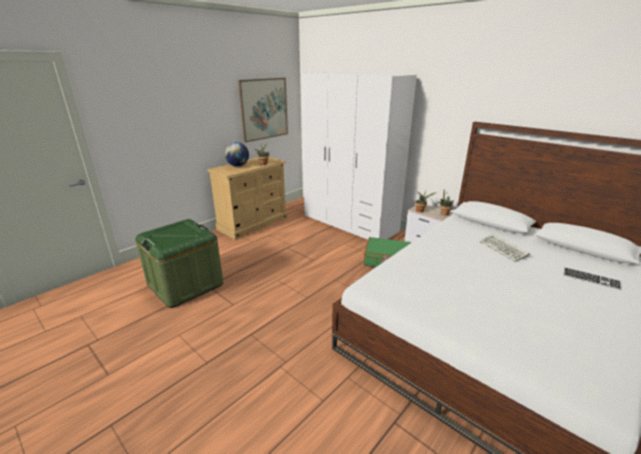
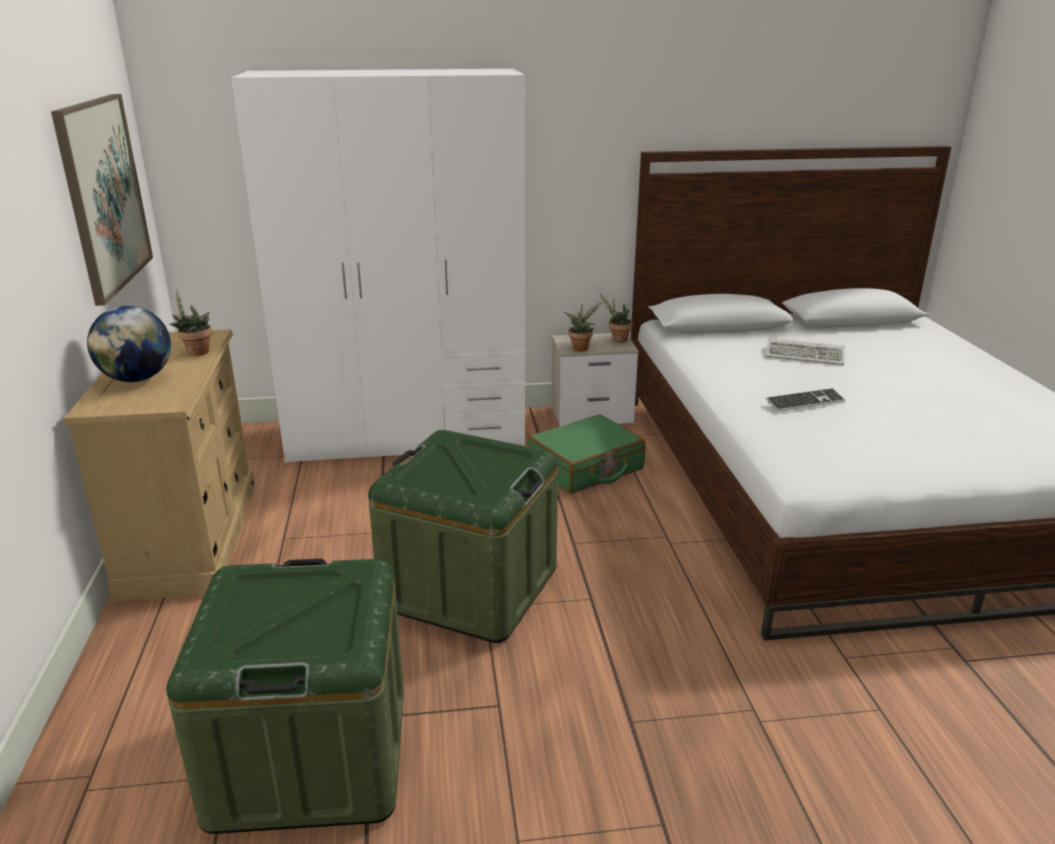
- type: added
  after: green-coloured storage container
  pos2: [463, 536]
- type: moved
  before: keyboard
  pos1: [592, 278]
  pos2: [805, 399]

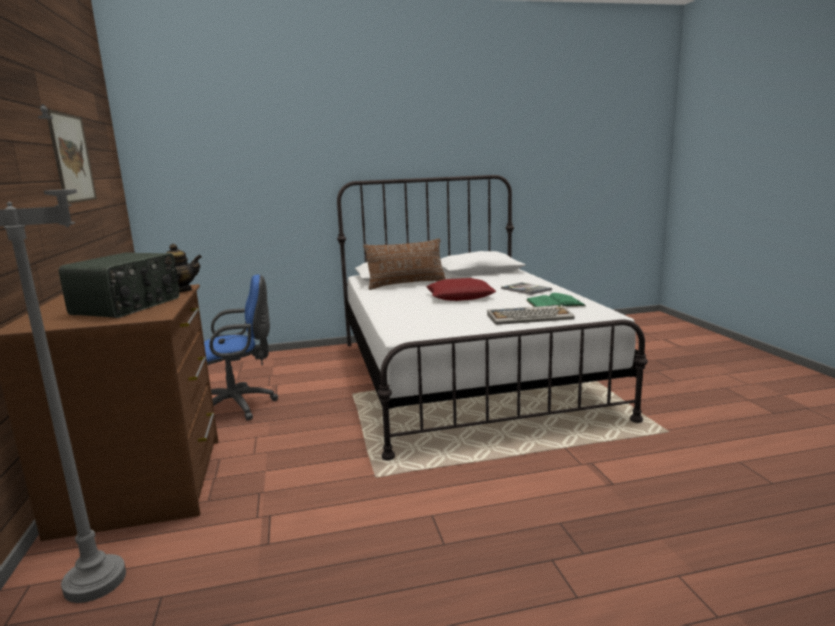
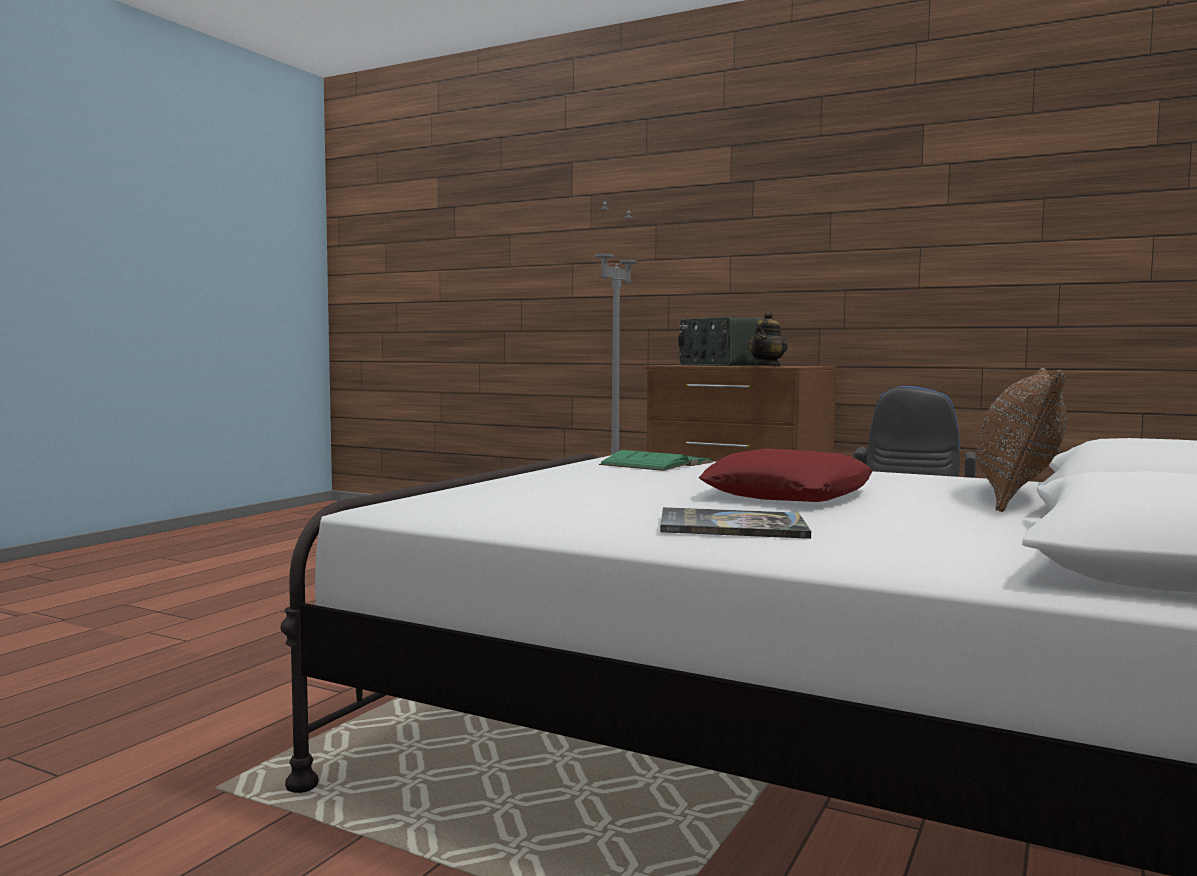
- type: removed
  before: wall art
  pos1: [72, 156]
- type: removed
  before: keyboard
  pos1: [531, 315]
- type: moved
  before: green-coloured book
  pos1: [556, 300]
  pos2: [656, 460]

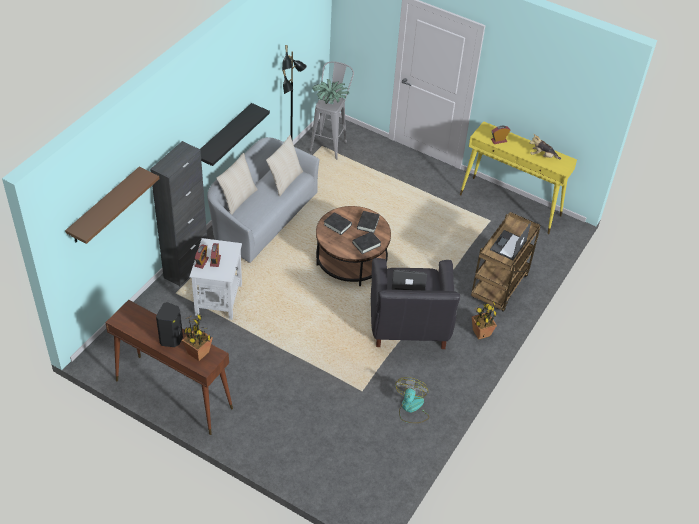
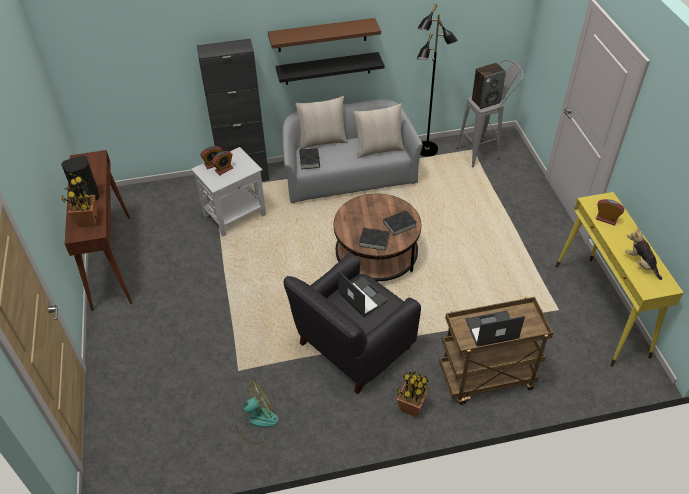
- type: moved
  before: brownish shelf
  pos1: [112, 205]
  pos2: [324, 35]
- type: moved
  before: black-coloured book
  pos1: [338, 223]
  pos2: [309, 158]
- type: replaced
  before: plant in a pot
  after: audio speaker
  pos1: [330, 91]
  pos2: [489, 86]

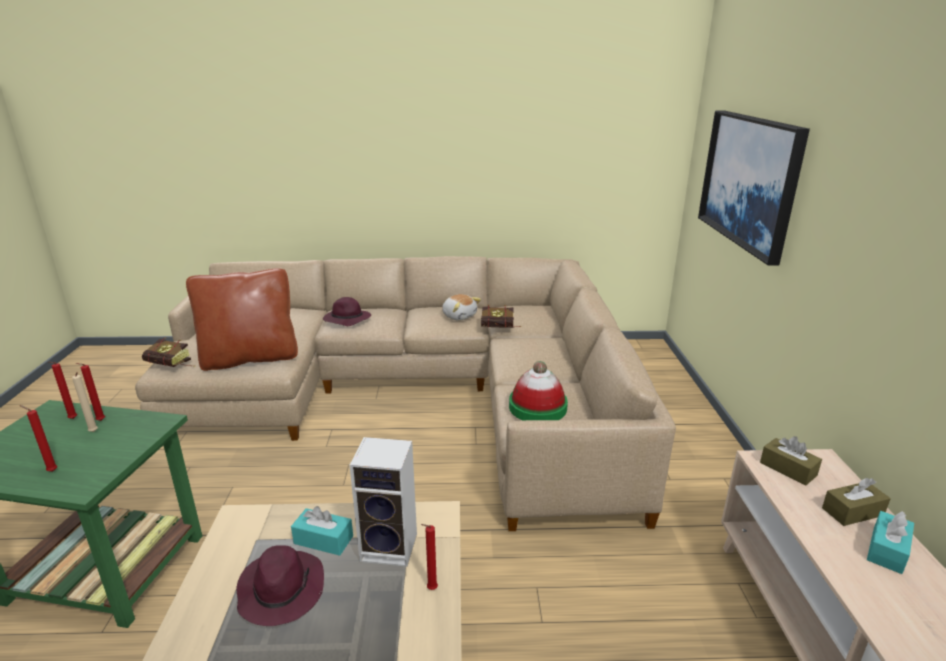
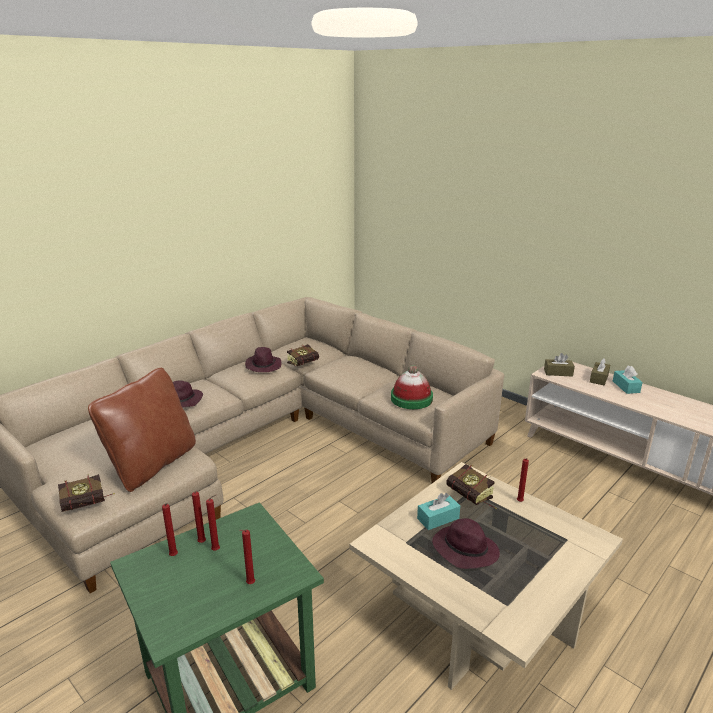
- type: removed
  before: wall art
  pos1: [754, 188]
- type: replaced
  before: audio speaker
  after: book
  pos1: [383, 502]
  pos2: [471, 486]
- type: replaced
  before: cuddly toy
  after: purplish clothing hat
  pos1: [461, 307]
  pos2: [263, 359]
- type: recoloured
  before: beige-coloured wax candle
  after: reddish wax candle
  pos1: [85, 402]
  pos2: [213, 523]

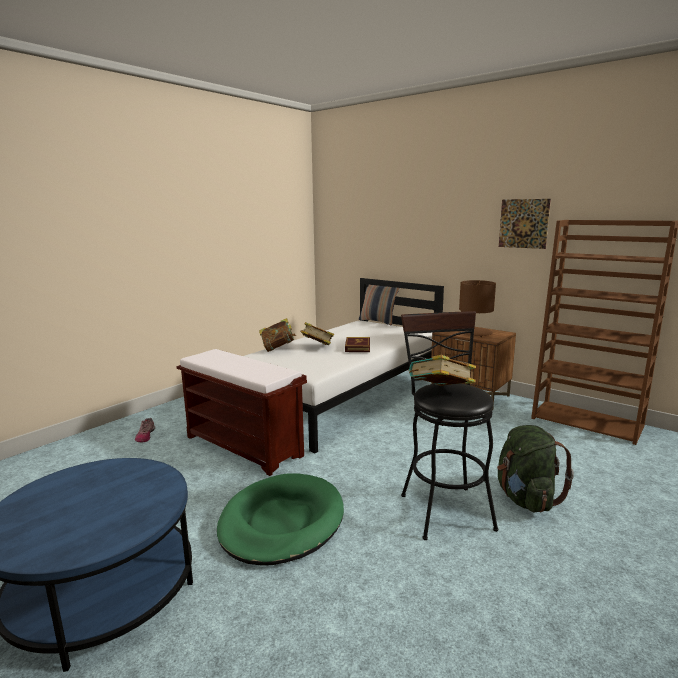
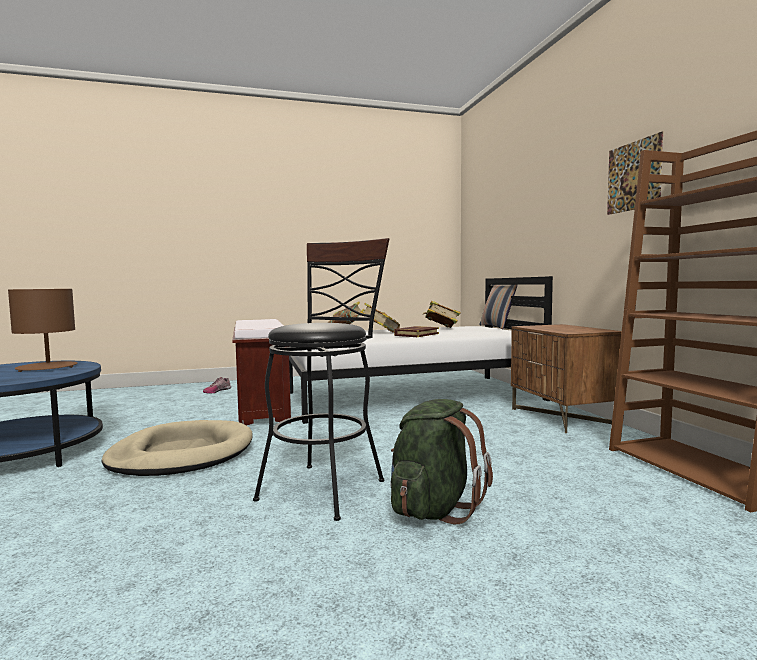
- type: moved
  before: book
  pos1: [442, 370]
  pos2: [442, 314]
- type: moved
  before: brownish lamp for a table
  pos1: [477, 308]
  pos2: [42, 330]
- type: recoloured
  before: green-coloured dog bed
  after: beige-coloured dog bed
  pos1: [280, 519]
  pos2: [177, 448]

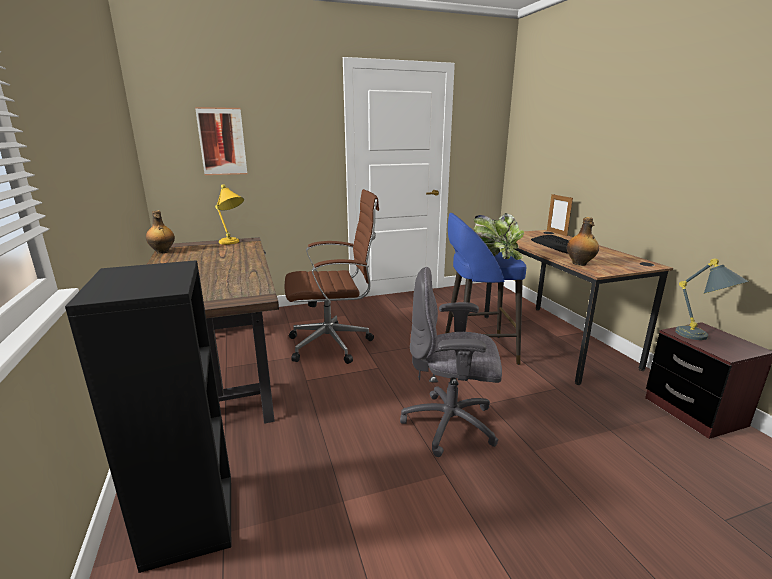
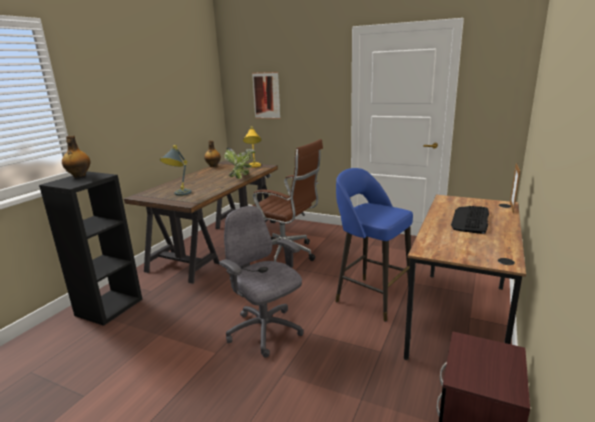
- type: moved
  before: plant in a pot
  pos1: [499, 236]
  pos2: [239, 163]
- type: moved
  before: bottle
  pos1: [583, 241]
  pos2: [76, 157]
- type: moved
  before: grey lamp for a table
  pos1: [712, 299]
  pos2: [176, 170]

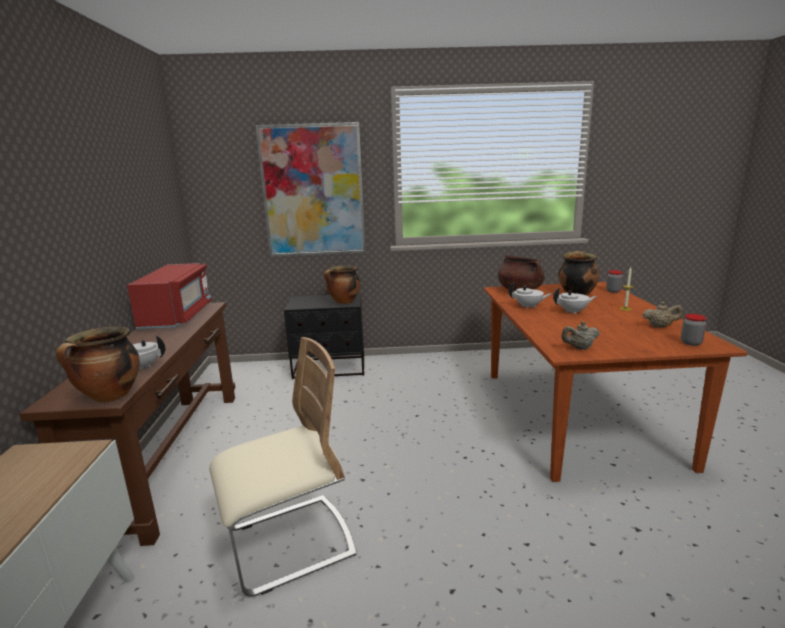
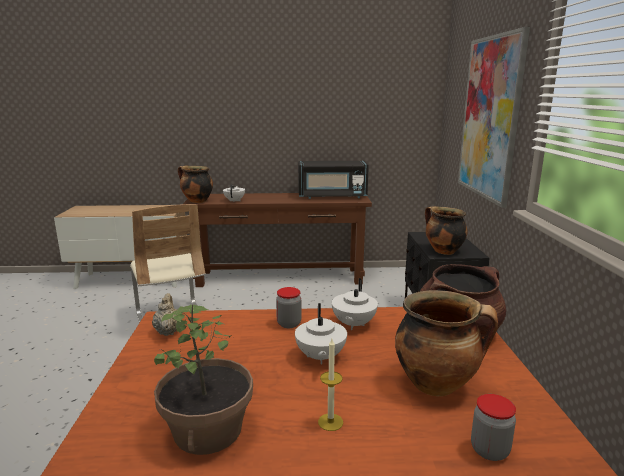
- type: moved
  before: jar
  pos1: [694, 330]
  pos2: [289, 307]
- type: replaced
  before: beige-coloured pot for tea
  after: plant in a pot
  pos1: [663, 315]
  pos2: [203, 379]
- type: recoloured
  before: reddish microwave
  after: black-coloured microwave
  pos1: [169, 296]
  pos2: [333, 180]

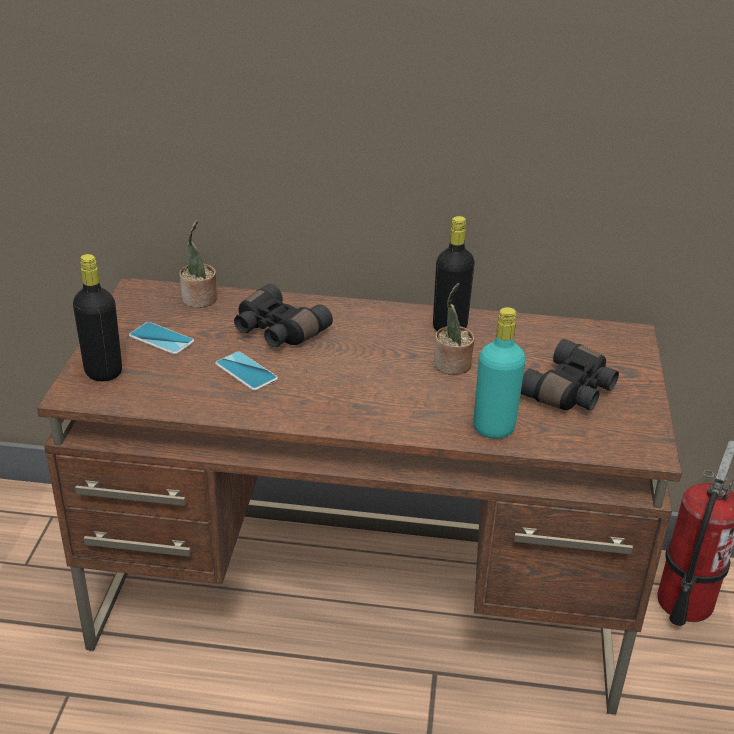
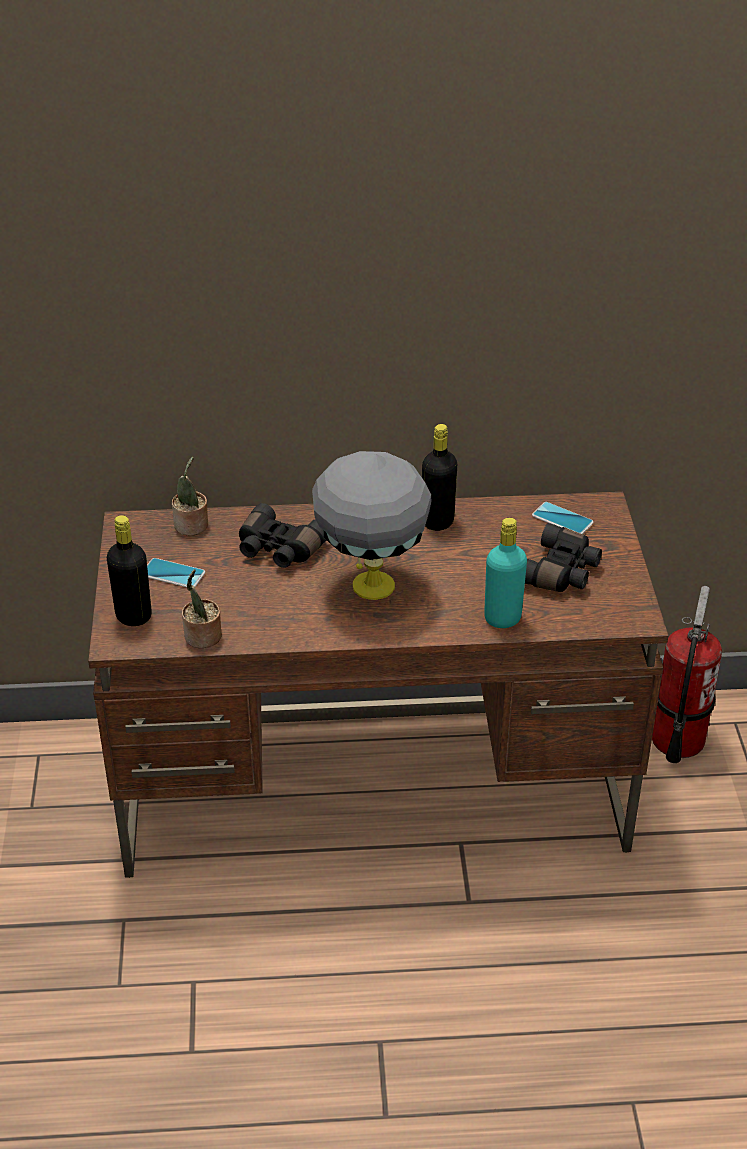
- type: added
  after: grey lamp for a table
  pos2: [371, 525]
- type: moved
  before: handset
  pos1: [246, 371]
  pos2: [562, 518]
- type: moved
  before: plant in a pot
  pos1: [454, 329]
  pos2: [202, 608]

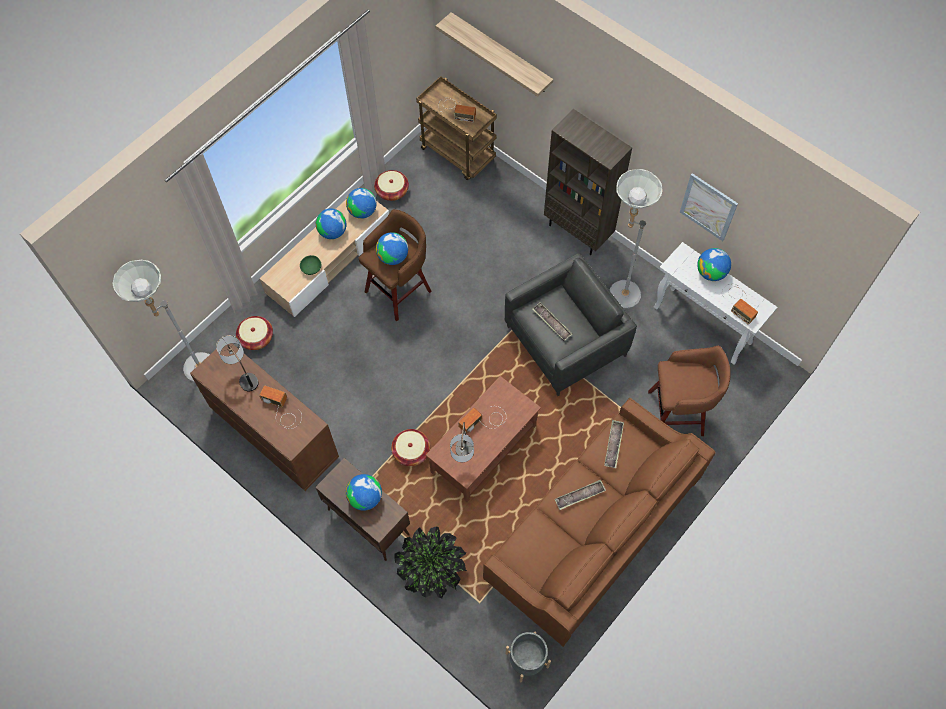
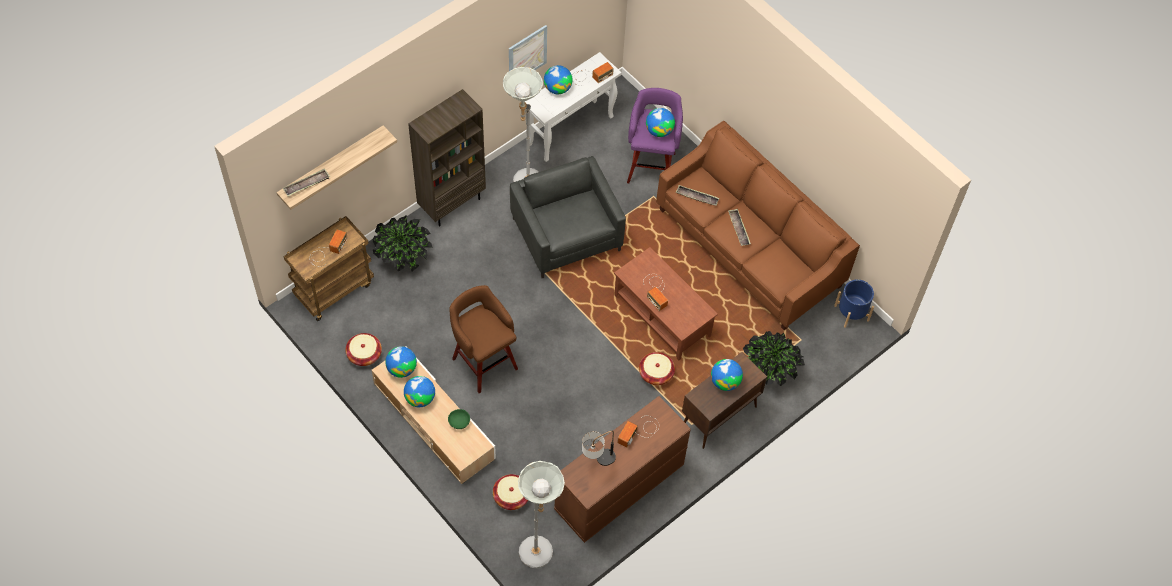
- type: removed
  before: lamp for a table
  pos1: [462, 442]
- type: added
  after: plant in a pot
  pos2: [402, 243]
- type: moved
  before: desk globe
  pos1: [392, 248]
  pos2: [660, 122]
- type: moved
  before: serving tray
  pos1: [552, 321]
  pos2: [306, 182]
- type: recoloured
  before: grey flower pot
  after: blue-coloured flower pot
  pos1: [528, 657]
  pos2: [854, 303]
- type: recoloured
  before: brownish stool seat
  after: purplish stool seat
  pos1: [689, 391]
  pos2: [655, 135]

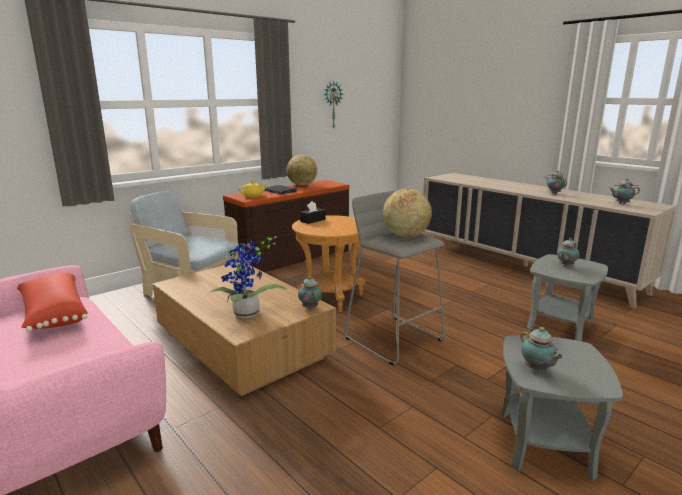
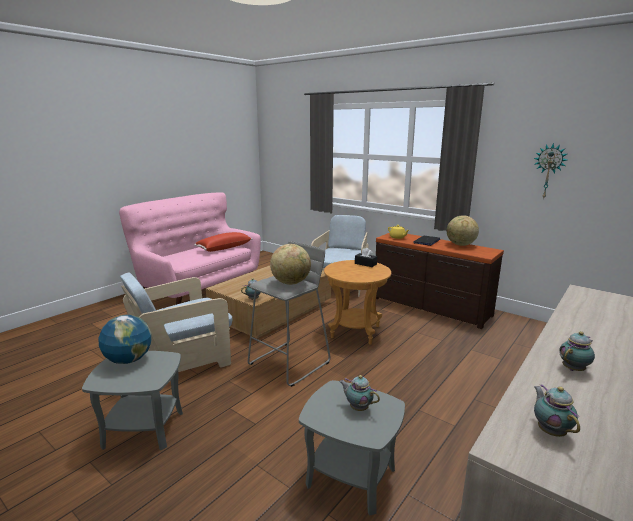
- type: removed
  before: plant in a pot
  pos1: [248, 277]
- type: added
  after: beige-coloured lounge chair
  pos2: [176, 322]
- type: replaced
  before: pot for tea
  after: desk globe
  pos1: [541, 349]
  pos2: [124, 339]

